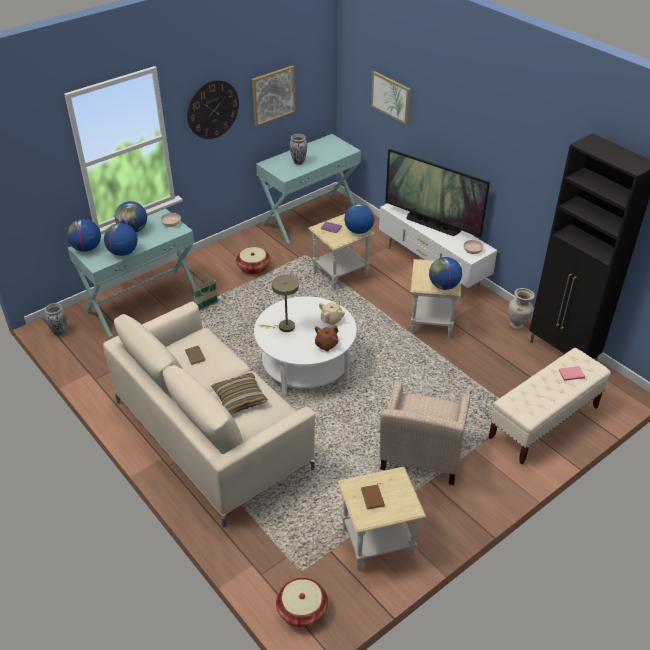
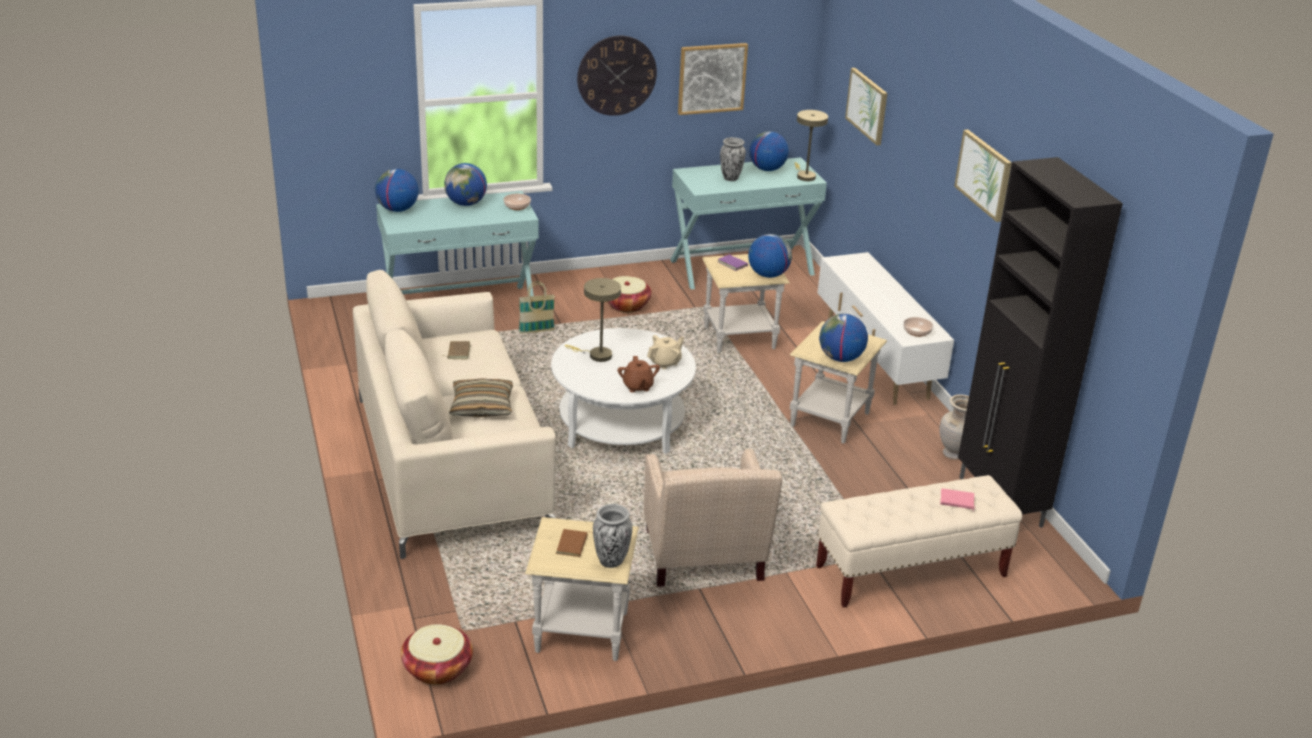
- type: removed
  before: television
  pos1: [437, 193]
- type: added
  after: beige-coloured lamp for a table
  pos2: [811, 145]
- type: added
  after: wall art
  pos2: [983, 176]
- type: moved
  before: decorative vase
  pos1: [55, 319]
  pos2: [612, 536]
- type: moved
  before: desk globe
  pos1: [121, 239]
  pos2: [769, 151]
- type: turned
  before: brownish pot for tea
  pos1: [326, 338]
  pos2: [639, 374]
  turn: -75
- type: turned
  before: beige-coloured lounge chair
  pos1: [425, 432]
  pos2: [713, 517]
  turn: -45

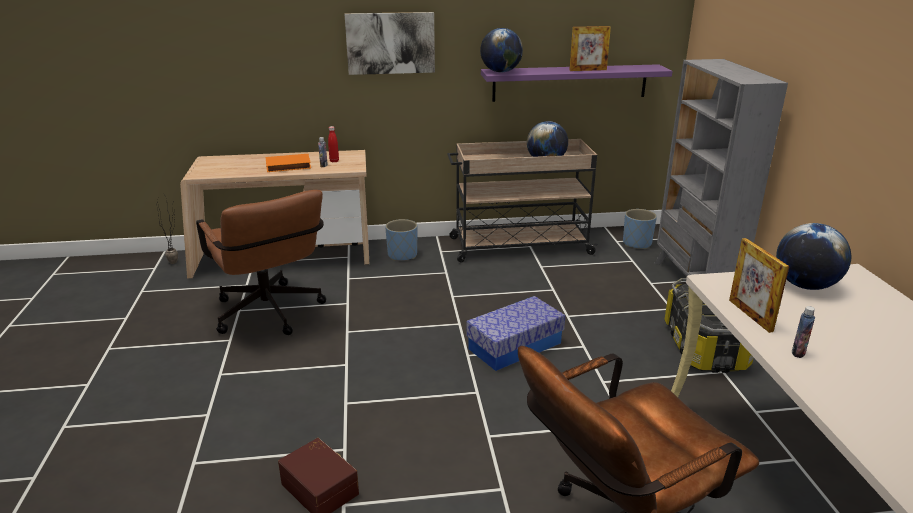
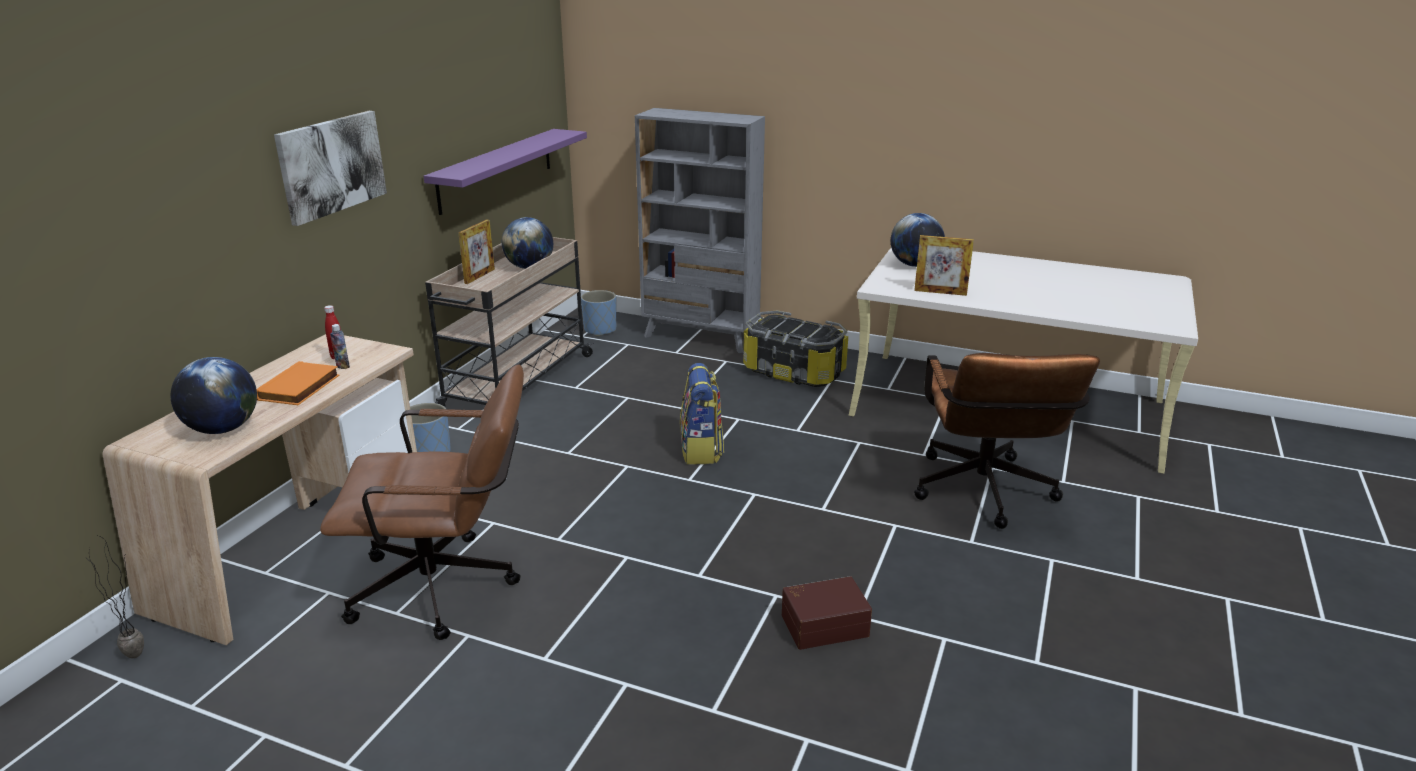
- type: removed
  before: bottle
  pos1: [803, 332]
- type: moved
  before: desk globe
  pos1: [501, 50]
  pos2: [213, 395]
- type: moved
  before: photo frame
  pos1: [590, 48]
  pos2: [476, 252]
- type: replaced
  before: storage container
  after: rucksack
  pos1: [515, 333]
  pos2: [702, 413]

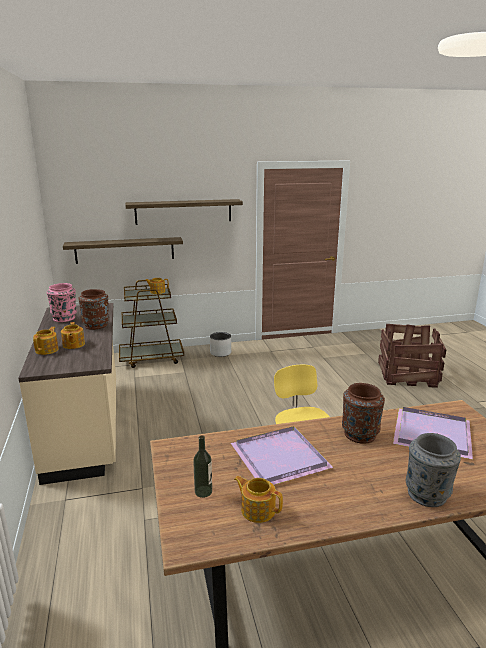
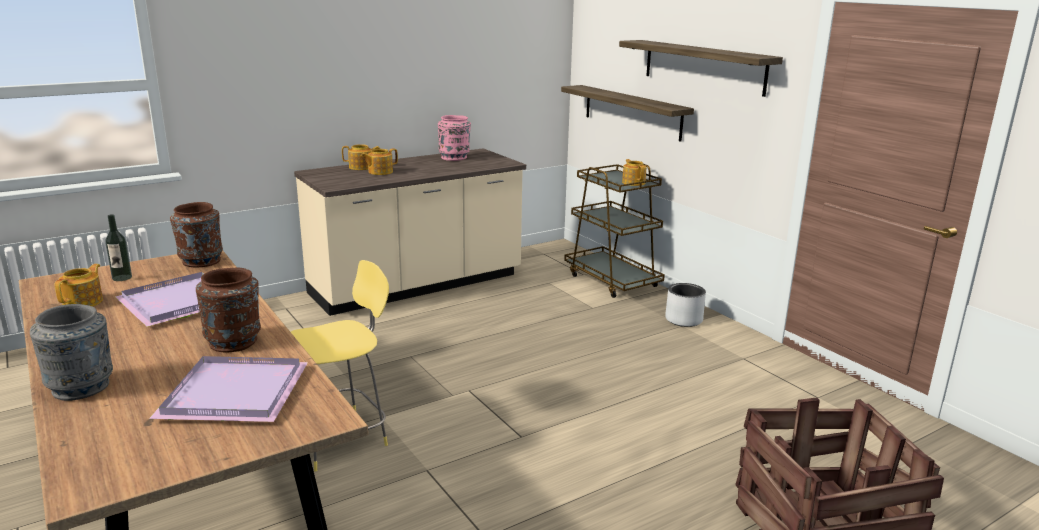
- type: moved
  before: brownish decorative vase
  pos1: [94, 309]
  pos2: [196, 234]

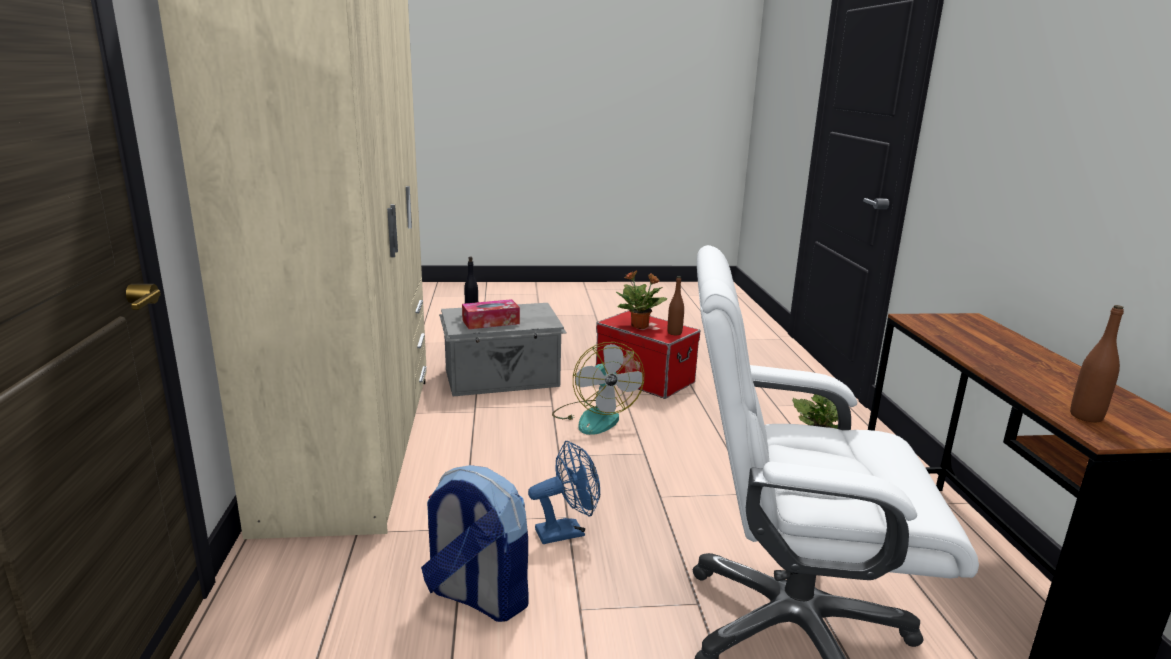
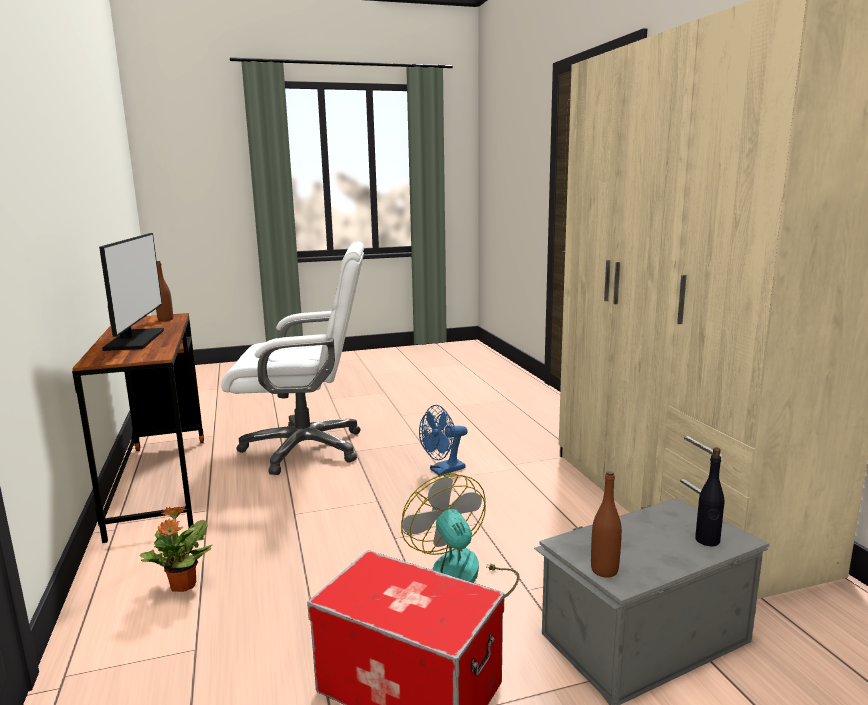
- type: removed
  before: rucksack
  pos1: [474, 543]
- type: removed
  before: tissue holder
  pos1: [491, 314]
- type: removed
  before: plant in a pot
  pos1: [641, 299]
- type: added
  after: computer display
  pos2: [131, 292]
- type: moved
  before: brownish bottle
  pos1: [676, 305]
  pos2: [606, 524]

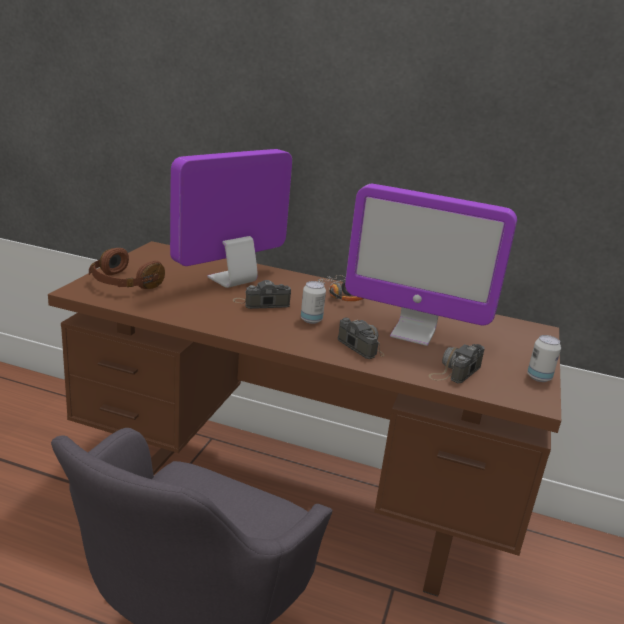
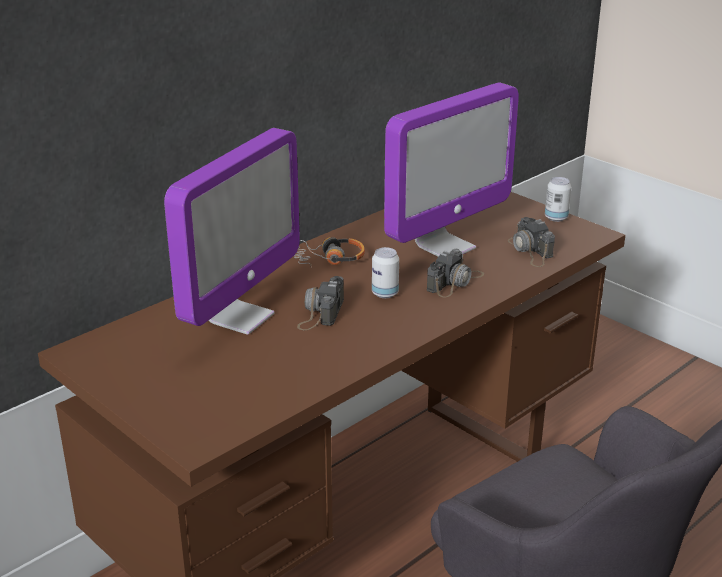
- type: removed
  before: brownish headphones
  pos1: [127, 268]
- type: turned
  before: computer display
  pos1: [231, 218]
  pos2: [232, 231]
  turn: -135
- type: turned
  before: photo camera
  pos1: [360, 338]
  pos2: [455, 273]
  turn: 135

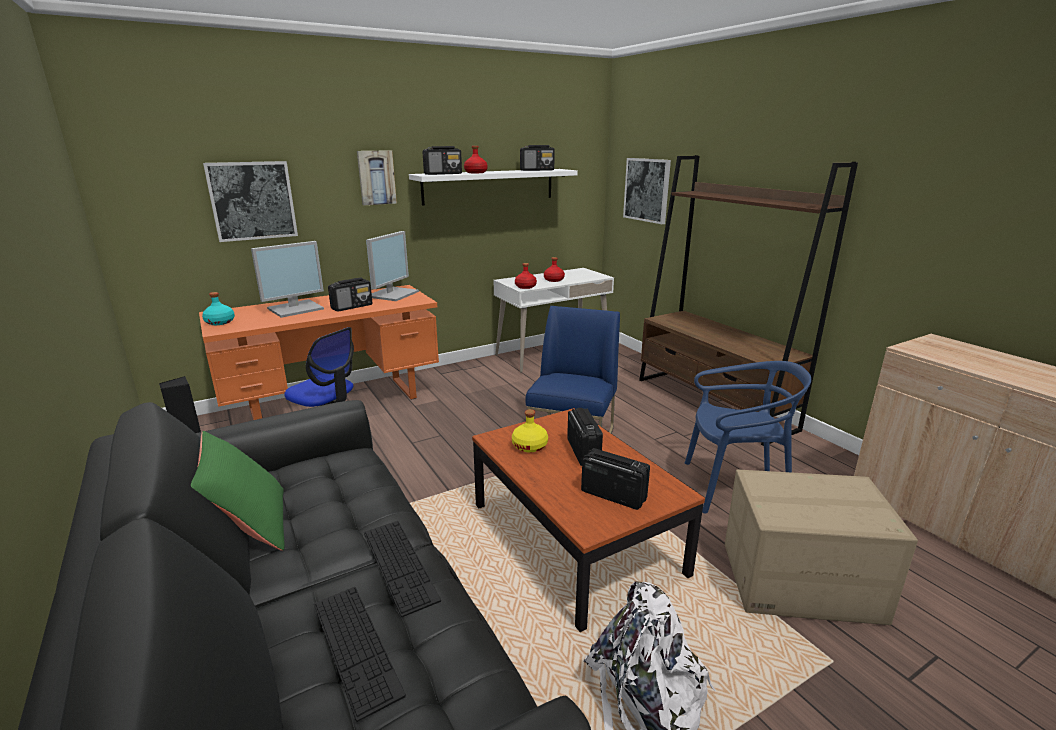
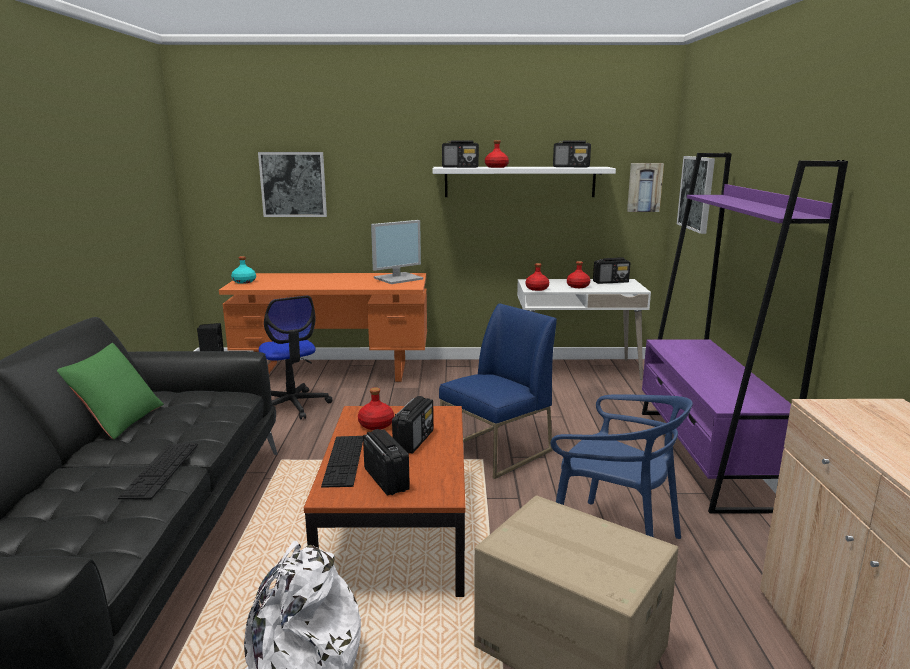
- type: removed
  before: computer display
  pos1: [287, 279]
- type: moved
  before: keyboard
  pos1: [360, 654]
  pos2: [342, 462]
- type: moved
  before: radio receiver
  pos1: [350, 295]
  pos2: [611, 271]
- type: moved
  before: wall art
  pos1: [377, 177]
  pos2: [645, 187]
- type: recoloured
  before: yellow-coloured bottle
  after: reddish bottle
  pos1: [530, 430]
  pos2: [376, 408]
- type: recoloured
  before: brownish shelving unit
  after: purplish shelving unit
  pos1: [748, 300]
  pos2: [745, 333]

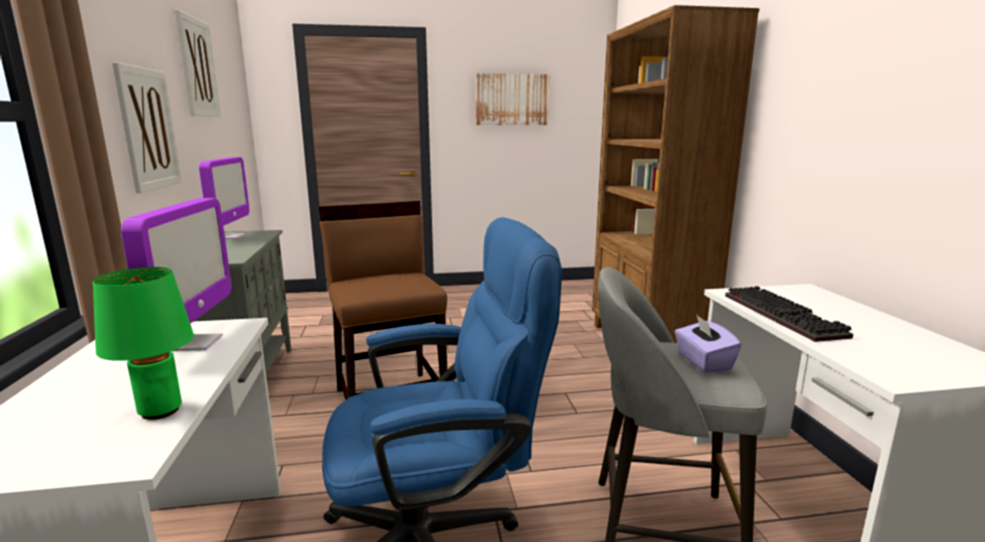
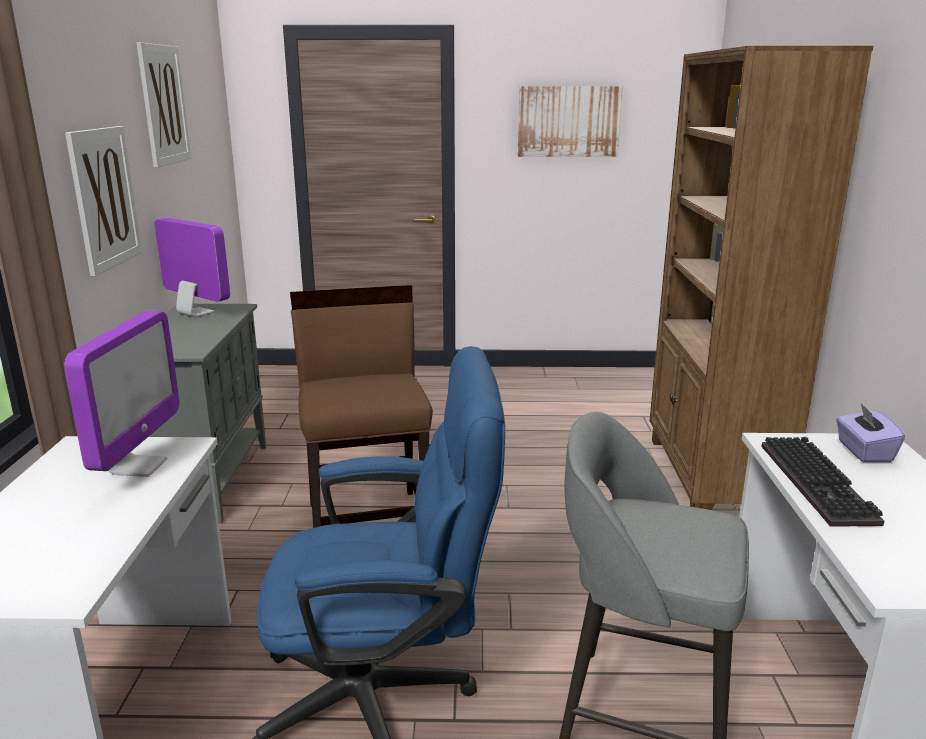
- type: removed
  before: green-coloured lamp for a table
  pos1: [143, 343]
- type: moved
  before: purplish tissue holder
  pos1: [708, 343]
  pos2: [870, 432]
- type: turned
  before: computer display
  pos1: [224, 198]
  pos2: [192, 267]
  turn: -60

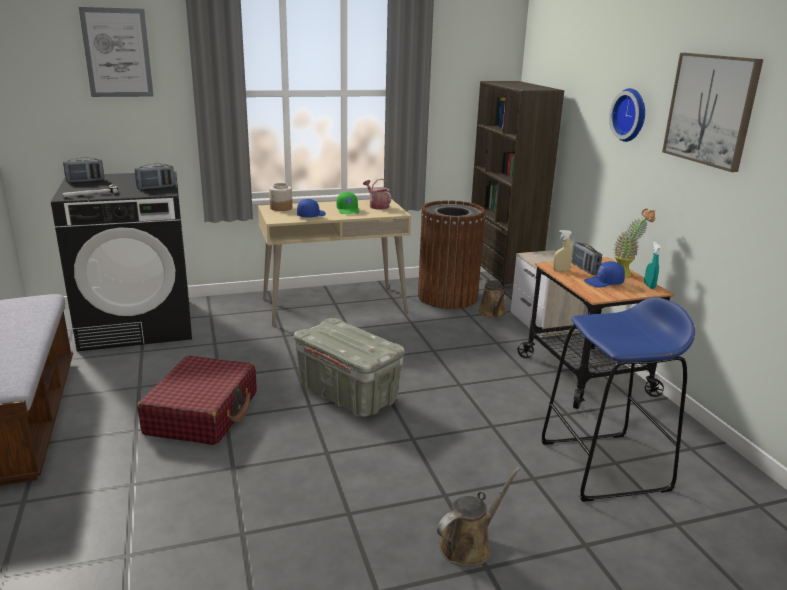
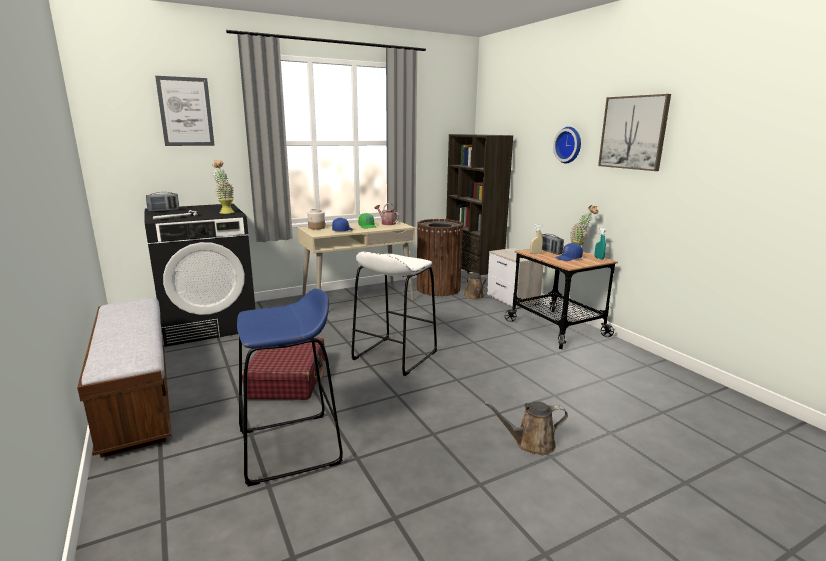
- type: moved
  before: blue-coloured stool seat
  pos1: [618, 399]
  pos2: [290, 387]
- type: replaced
  before: radio receiver
  after: plant in a pot
  pos1: [155, 176]
  pos2: [223, 187]
- type: replaced
  before: grey storage container
  after: white-coloured stool seat
  pos1: [349, 367]
  pos2: [394, 314]
- type: turned
  before: brownish sprinkling can
  pos1: [479, 516]
  pos2: [526, 428]
  turn: -135

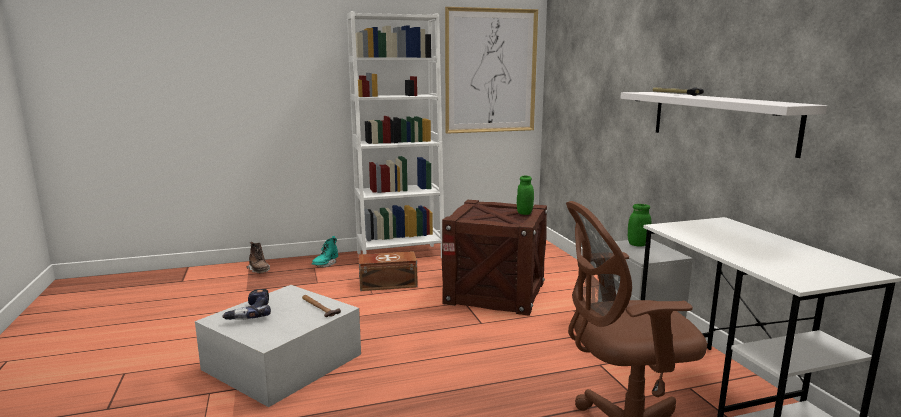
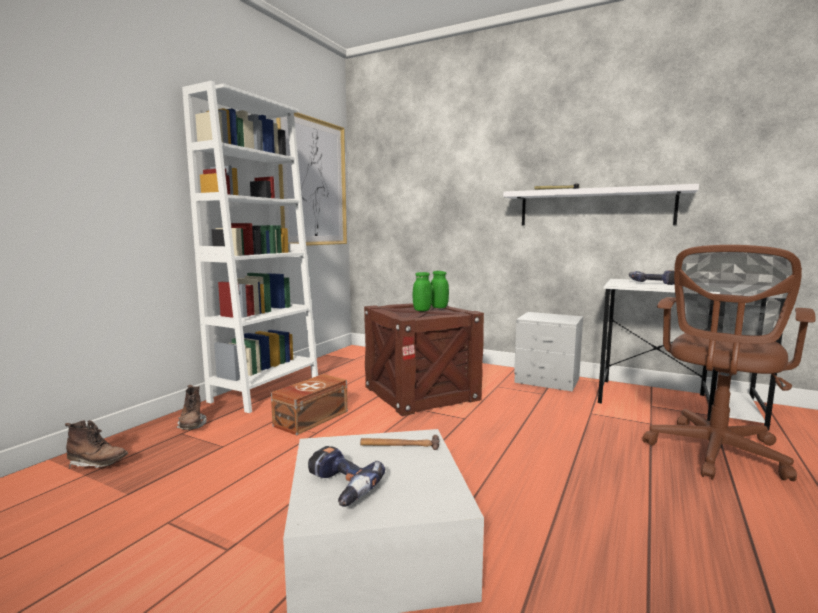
- type: added
  after: power drill
  pos2: [652, 277]
- type: moved
  before: green-coloured jar
  pos1: [640, 225]
  pos2: [422, 291]
- type: recoloured
  before: turquoise tall boot
  after: brownish tall boot
  pos1: [325, 251]
  pos2: [192, 407]

